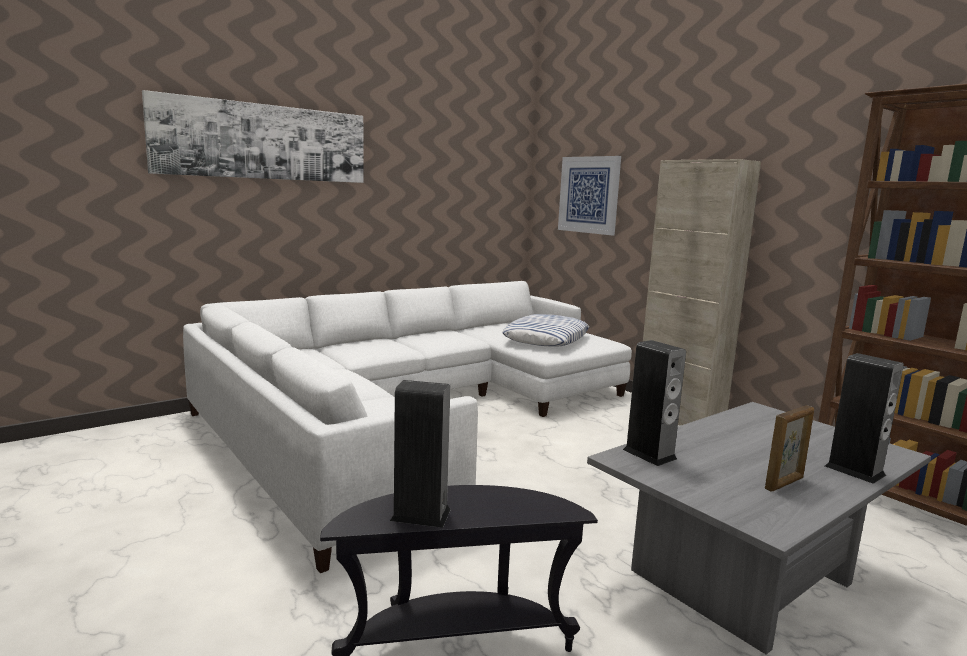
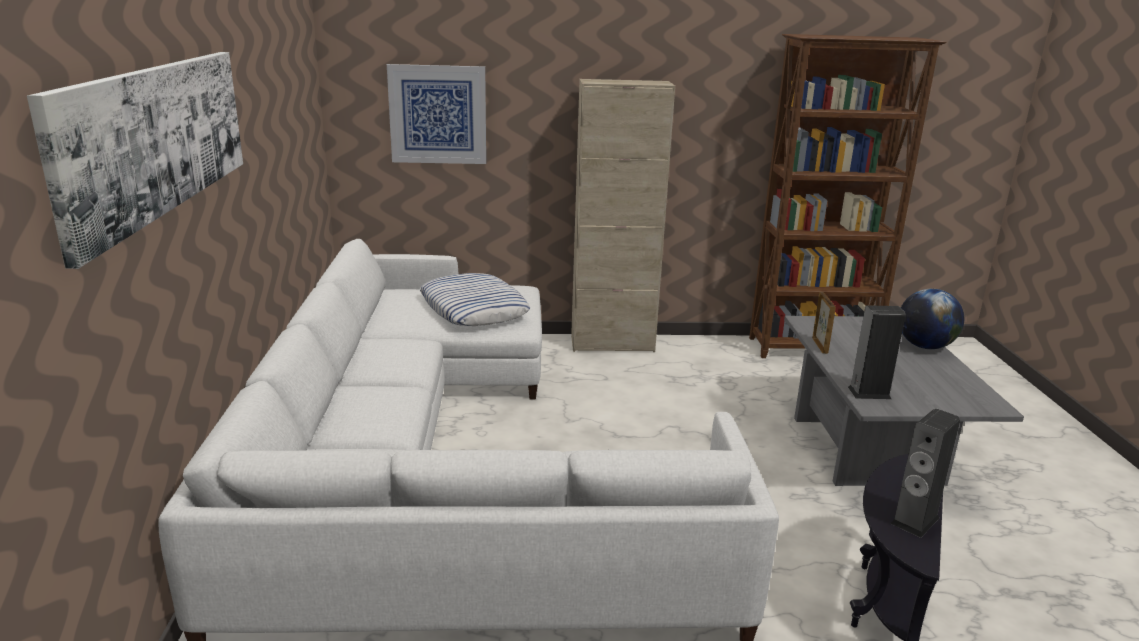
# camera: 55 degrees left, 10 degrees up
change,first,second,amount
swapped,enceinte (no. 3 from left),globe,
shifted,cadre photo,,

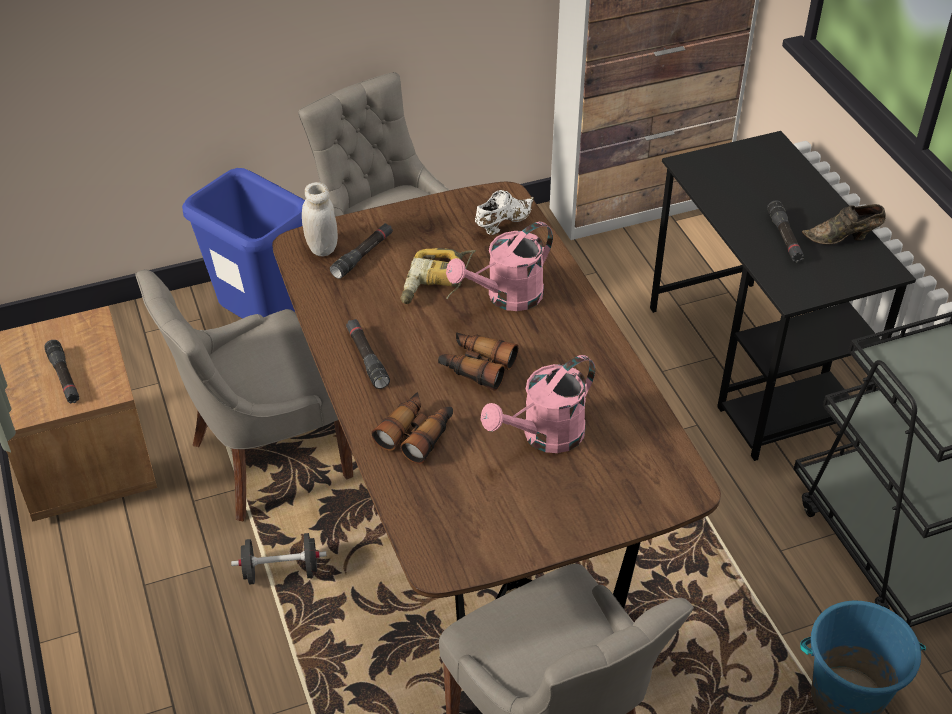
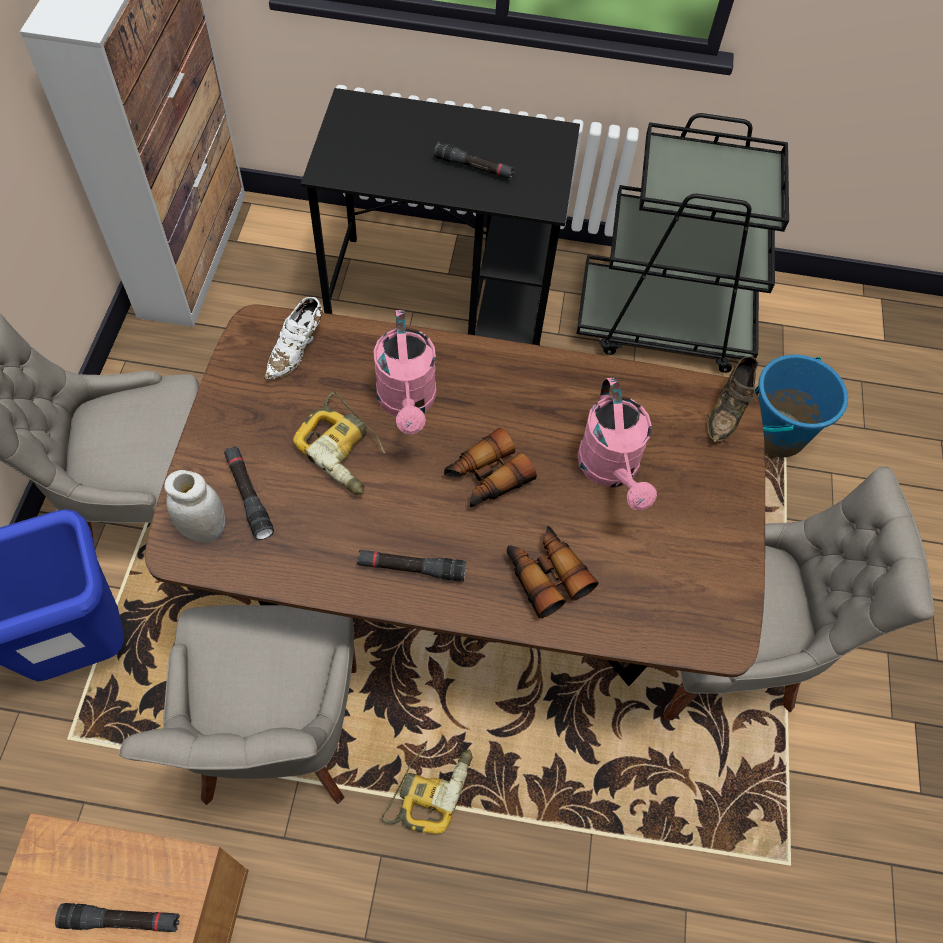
# camera: 65 degrees left, 15 degrees up
change,first,second,amount
rotated,chaussure (blanc),,135 degrees counterclockwise
shifted,chaussure (marron),,
swapped,haltère (noir),perceuse (no. 2 from left),

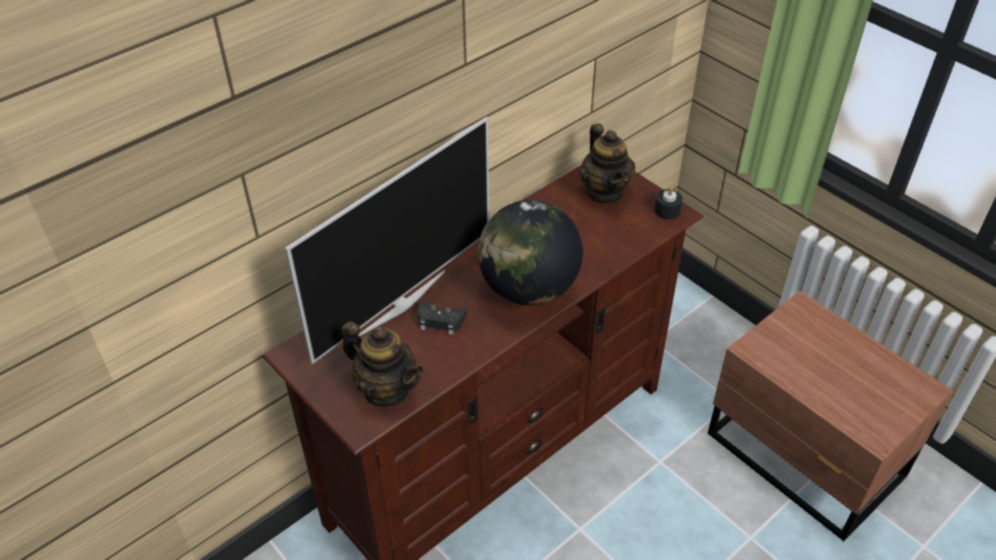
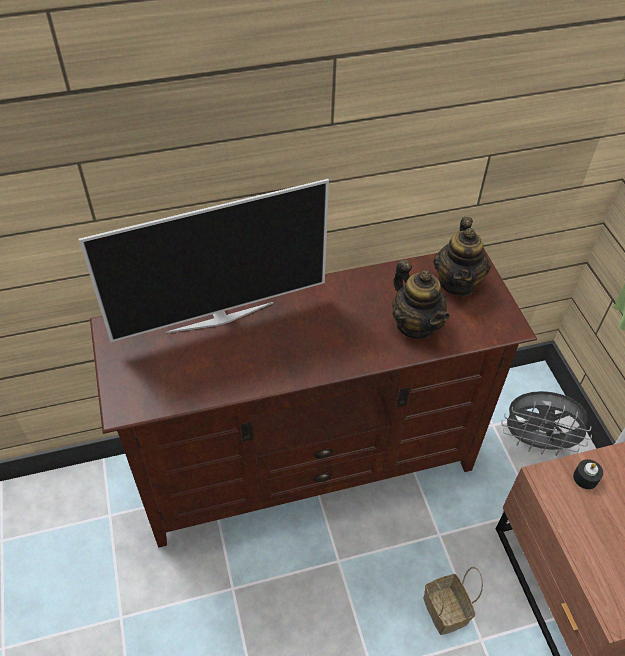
# camera: 25 degrees right, 5 degrees up
change,first,second,amount
shifted,bougie (noir),,
gone,globe,,
gone,manette (noir),,
shifted,théière (no. 1 from left),,
new,,ventilateur (gris),
new,,panier,

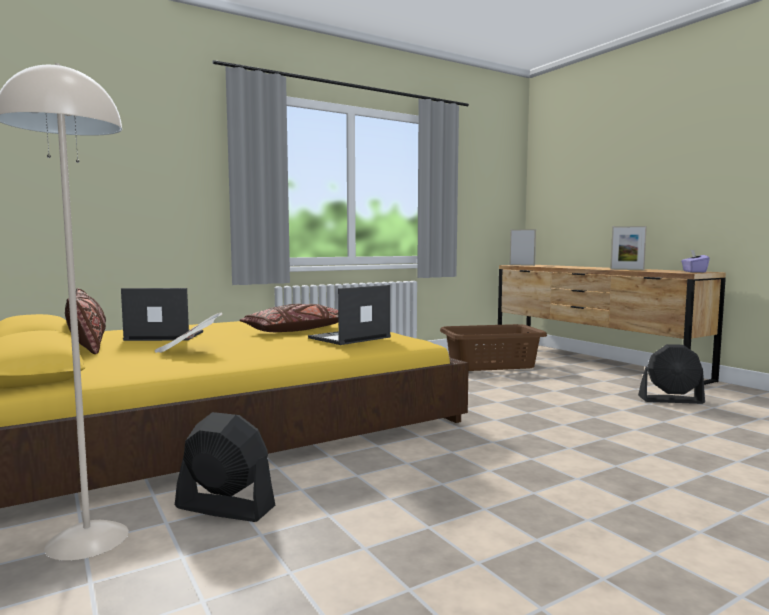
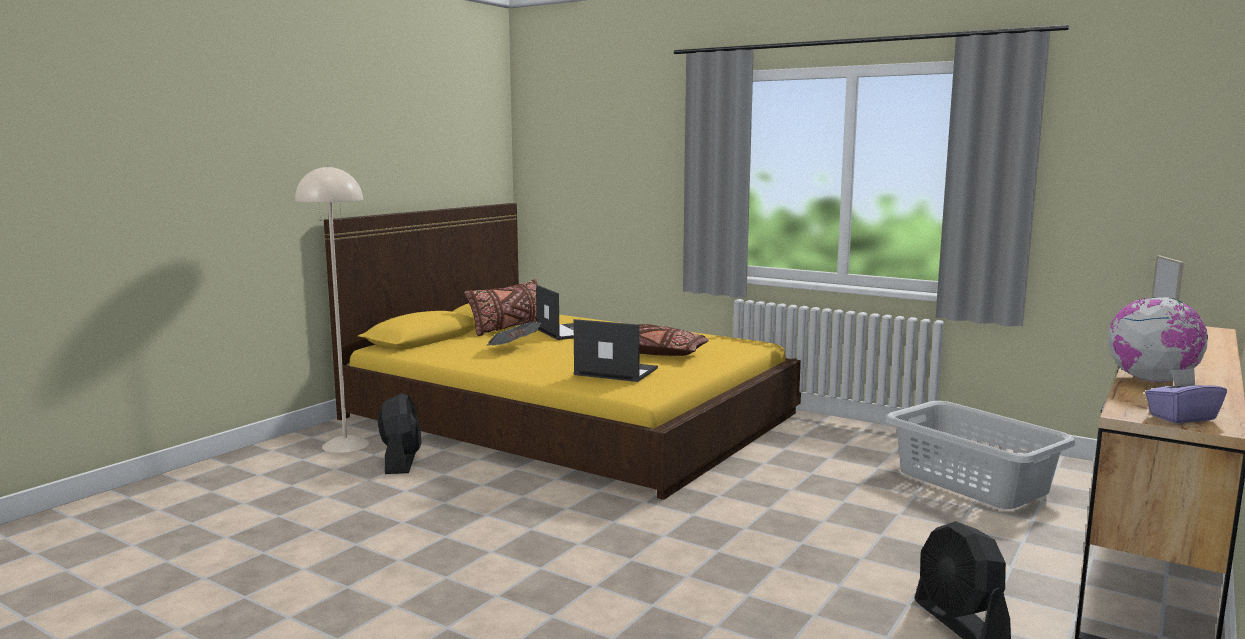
# camera: 65 degrees right, 5 degrees up
change,first,second,amount
swapped,cadre photo (no. 2 from left),globe,
repainted,panier à linge (marron),panier à linge (gris),

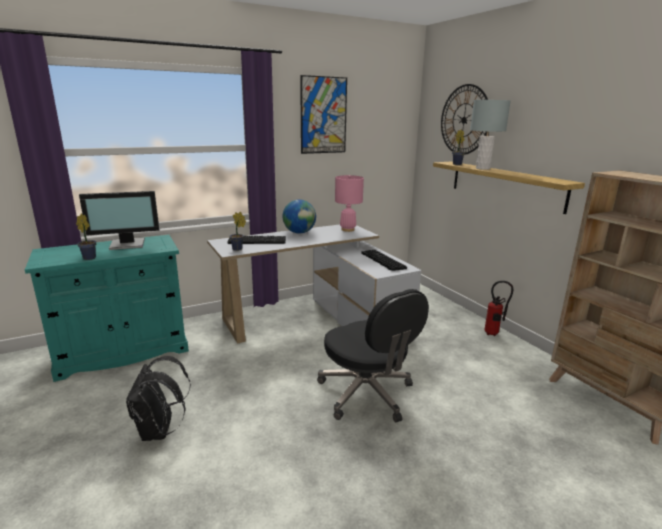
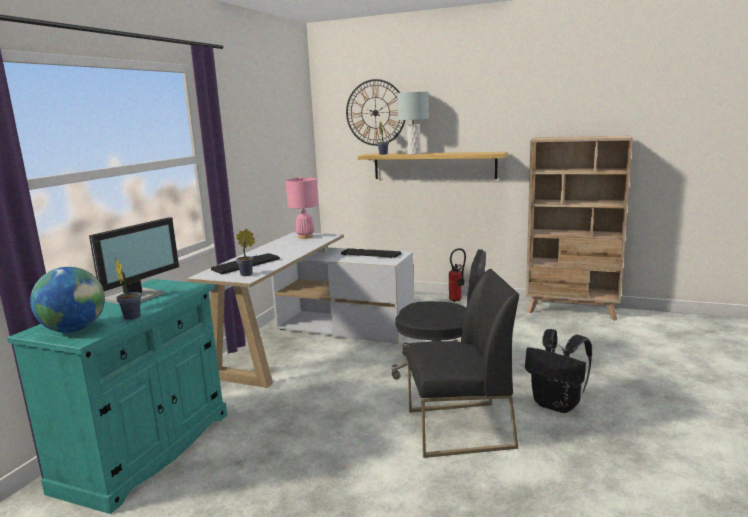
# camera: 40 degrees left, 5 degrees down
change,first,second,amount
gone,tableau,,
shifted,globe,,
shifted,sac à dos (noir),,
new,,chaise (noir),

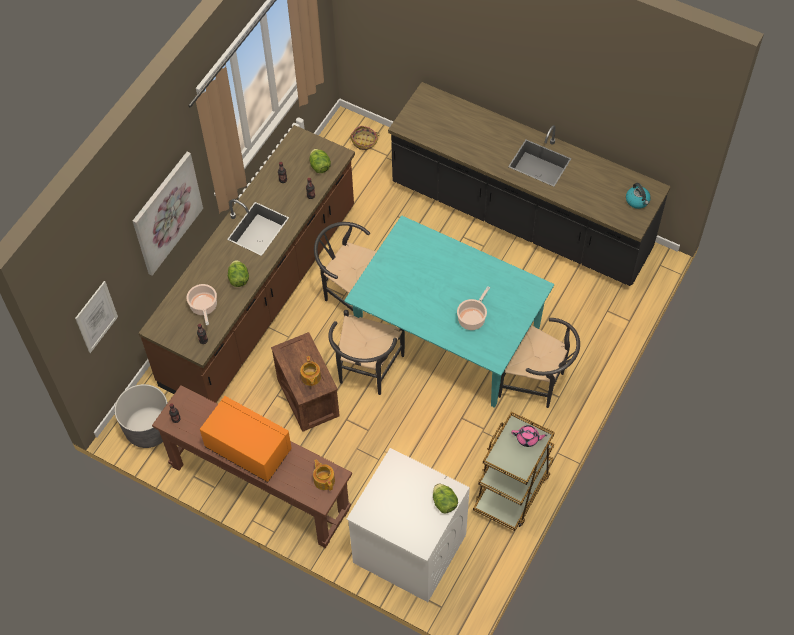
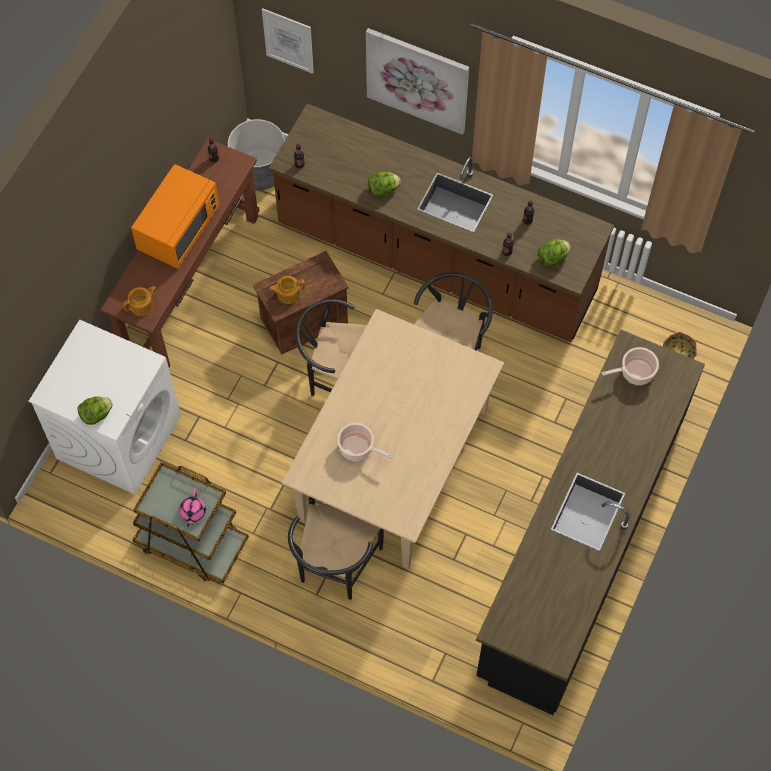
# camera: 85 degrees right, 5 degrees up
change,first,second,amount
gone,bouilloire,,
repainted,table à manger (turquoise),table à manger (beige),
shifted,marmite (no. 1 from left in the first image),marmite (no. 2 from left),

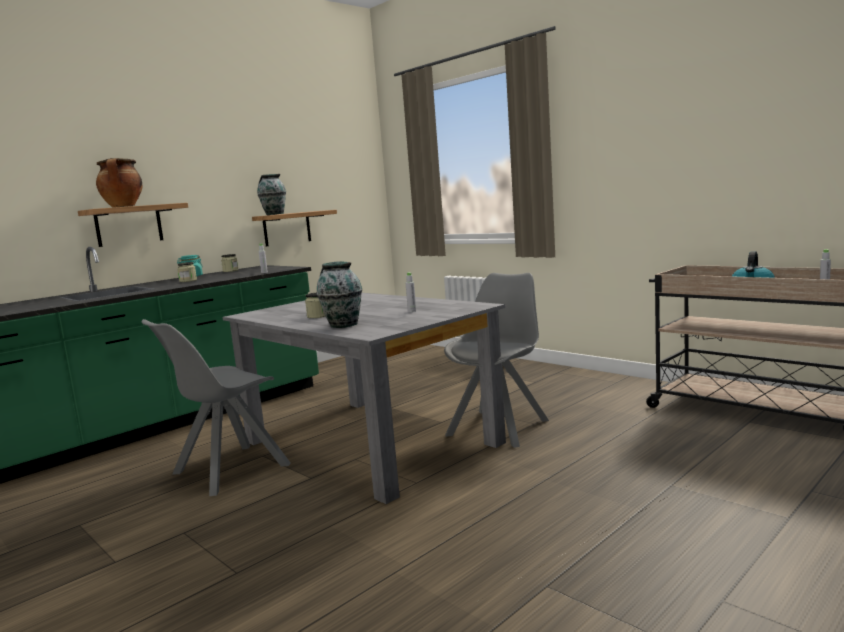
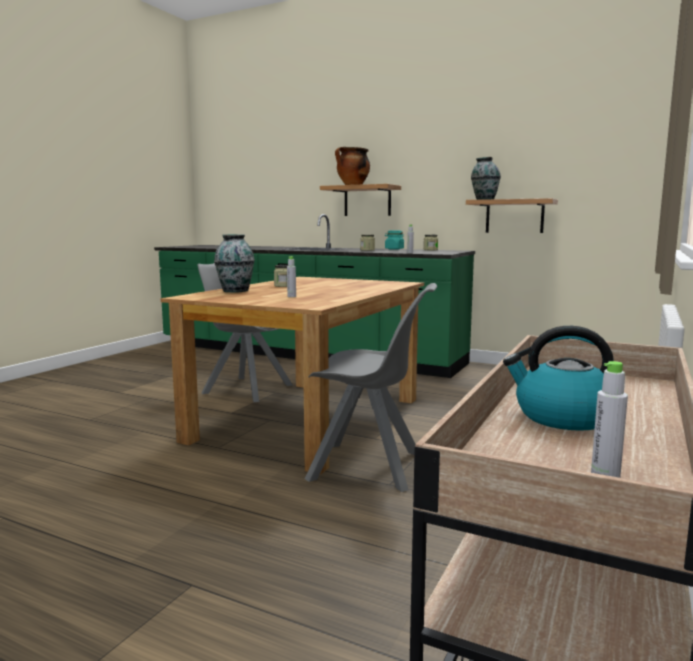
# camera: 70 degrees right, 0 degrees up
change,first,second,amount
repainted,table à manger (gris),table à manger (marron),

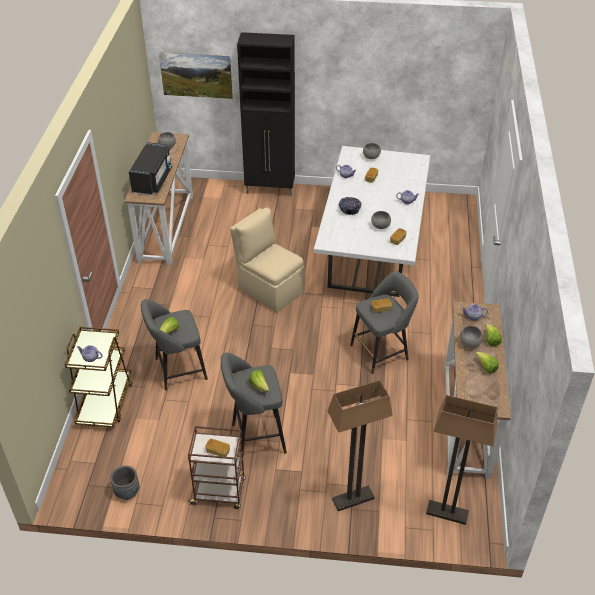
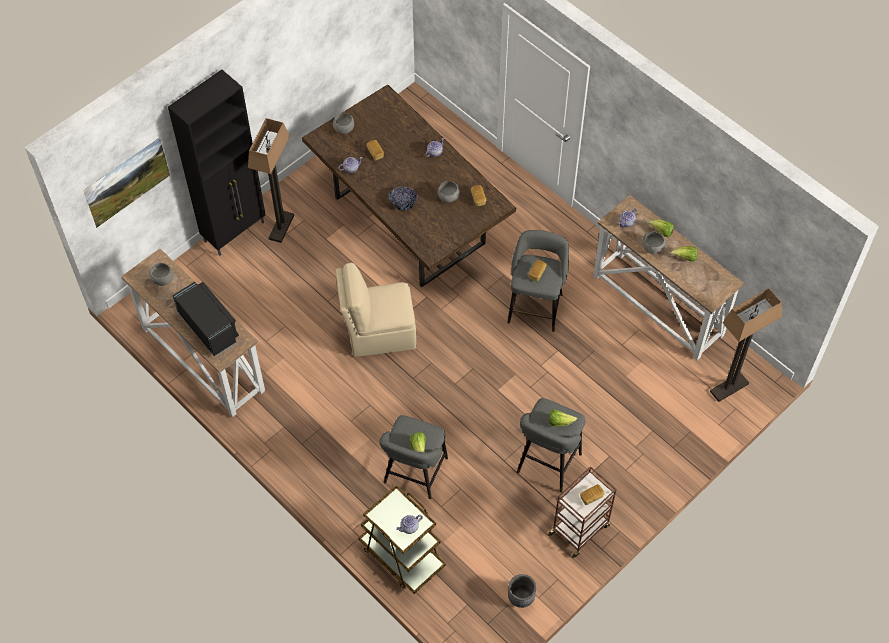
# camera: 50 degrees left, 15 degrees up
change,first,second,amount
repainted,table à manger (blanc),table à manger (marron),
shifted,lampadaire (no. 1 from left),,

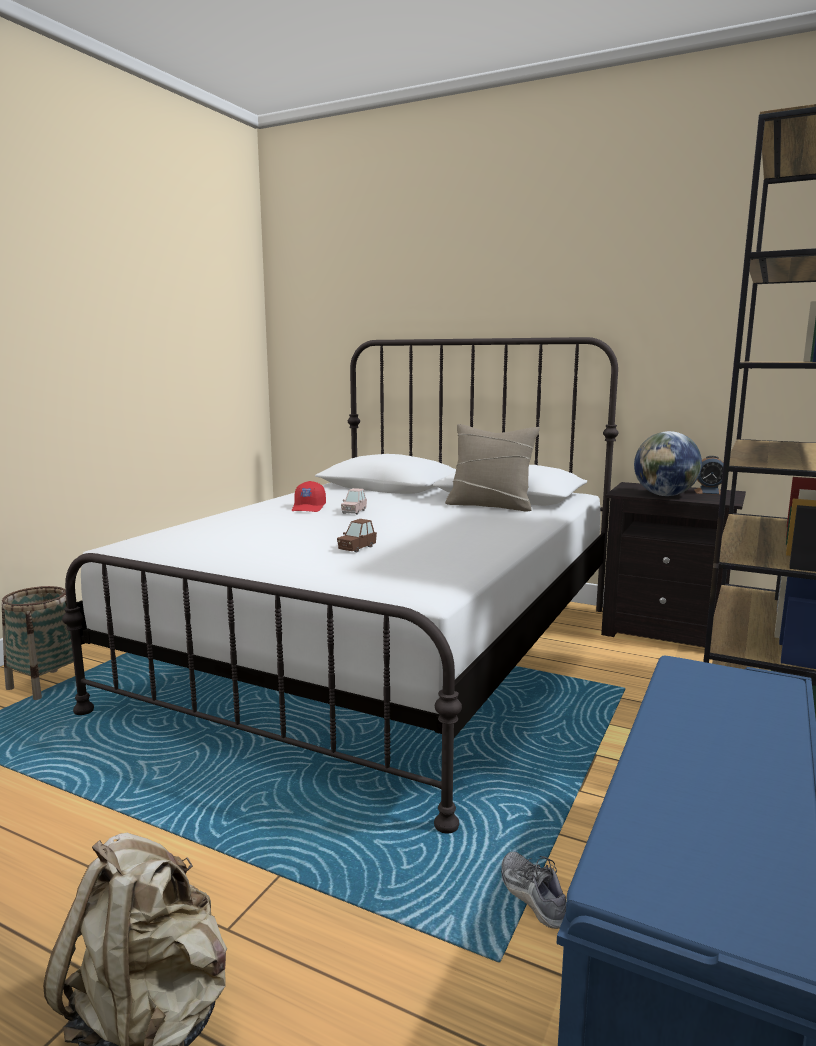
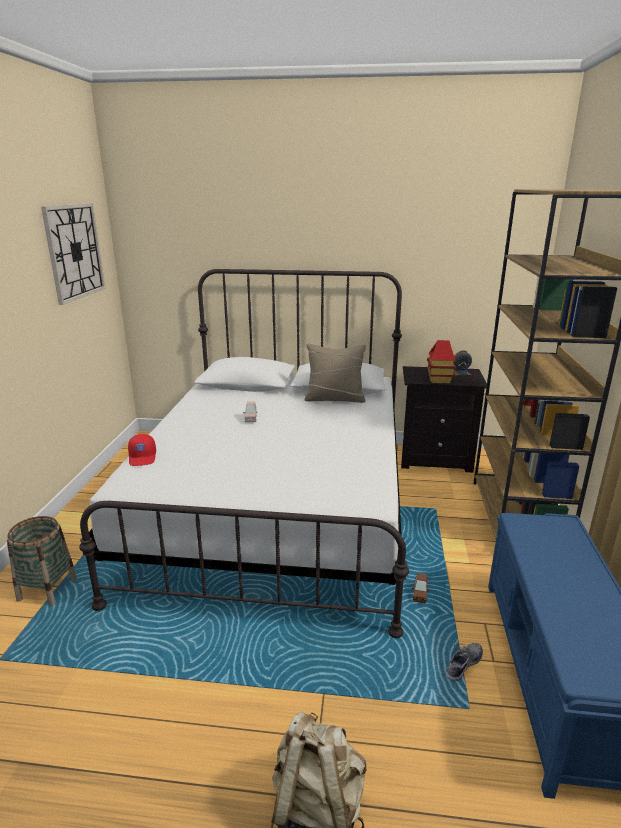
# camera: 20 degrees left, 10 degrees up
change,first,second,amount
swapped,globe,maison miniature,
shifted,casquette (rouge),,
shifted,petite voiture (marron),,
rotated,chaussure,,90 degrees clockwise
new,,horloge murale,

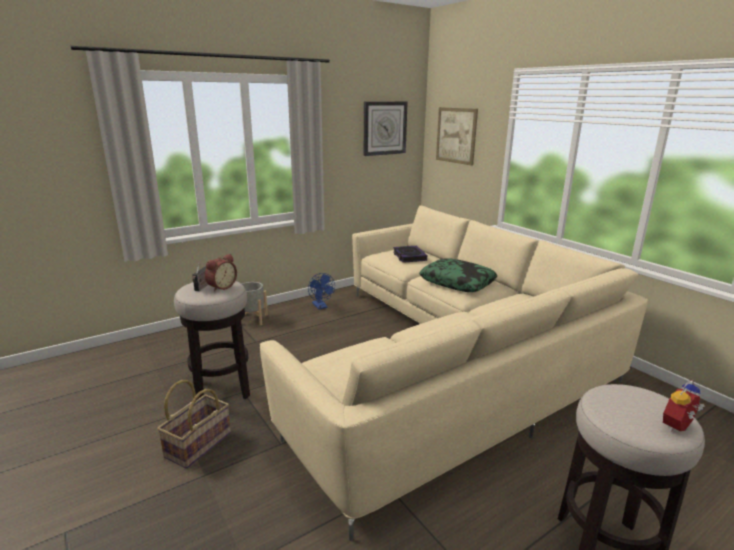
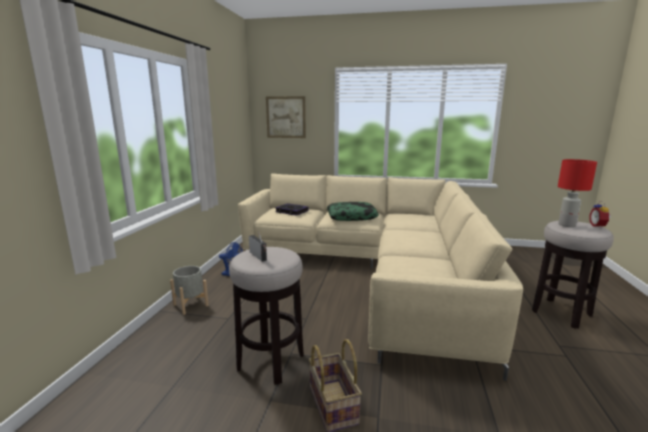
# camera: 45 degrees left, 5 degrees down
change,first,second,amount
gone,horloge murale,,
gone,réveil (no. 1 from left),,
new,,lampe de table (rouge),

